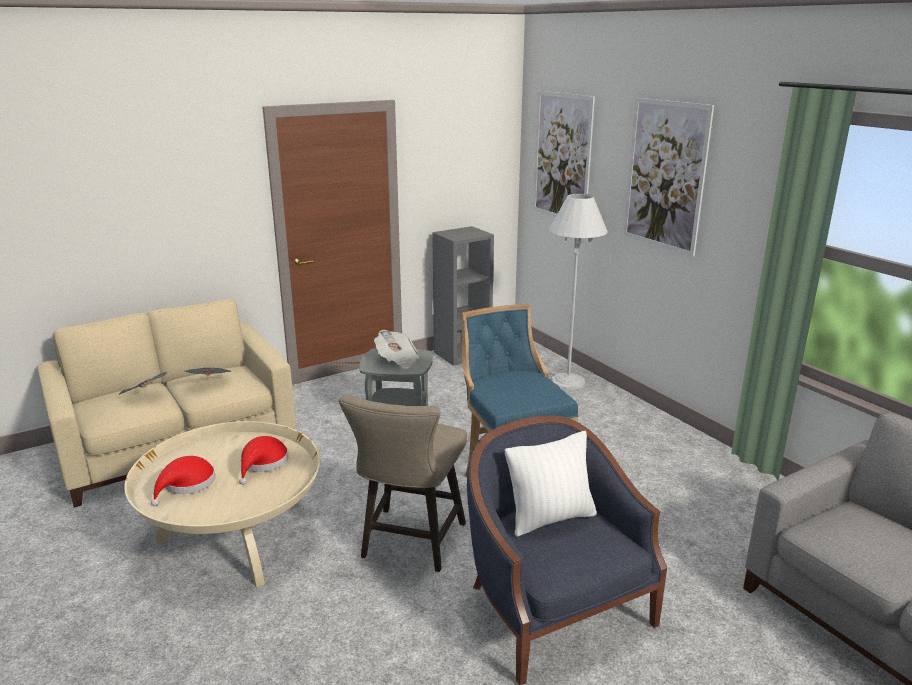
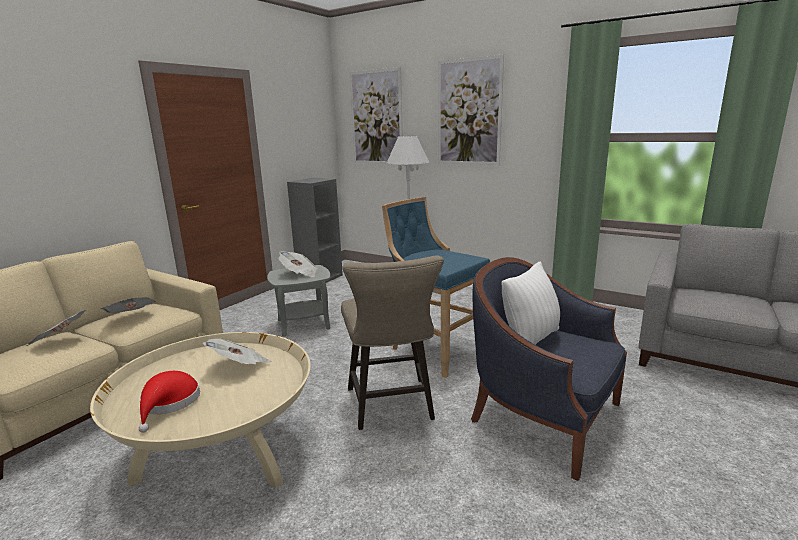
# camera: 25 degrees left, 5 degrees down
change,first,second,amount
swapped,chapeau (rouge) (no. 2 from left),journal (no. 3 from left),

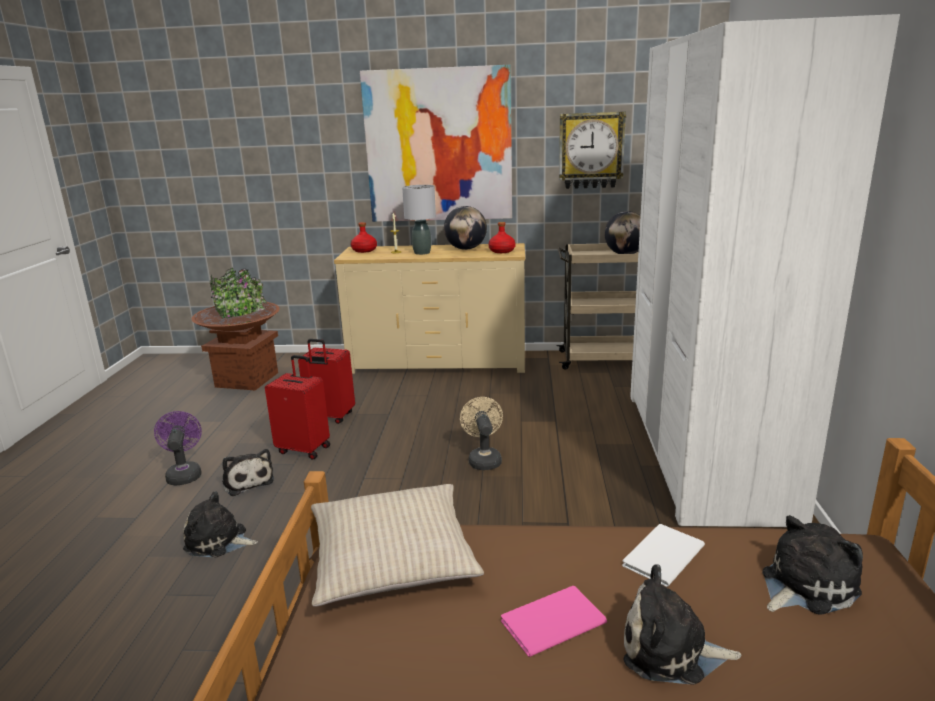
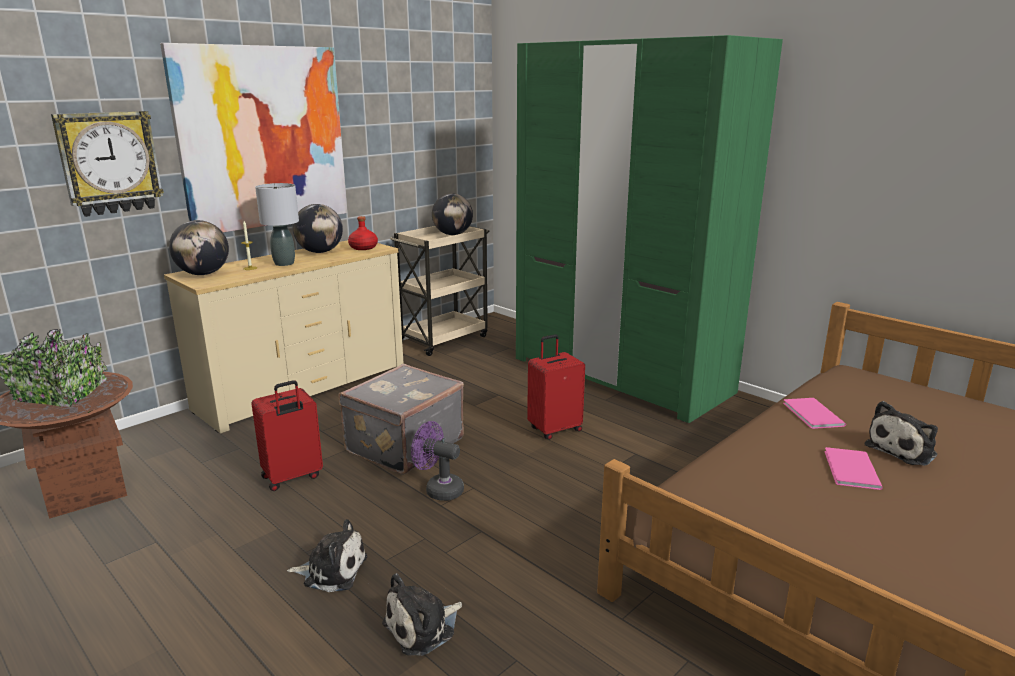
# camera: 50 degrees left, 0 degrees up
change,first,second,amount
repainted,armoire (blanc),armoire (vert),
shifted,horloge murale,,
swapped,bouteille (rouge) (no. 1 from left),globe (no. 1 from left),
shifted,valise (rouge) (no. 1 from left in the first image),valise (rouge) (no. 2 from left),
gone,ventilateur (beige),,
shifted,ventilateur (violet),,
gone,coussin (beige),,
gone,peluche (no. 4 from left),,
repainted,livre (blanc),livre (rose) (no. 1 from left),
new,,valise (gris),

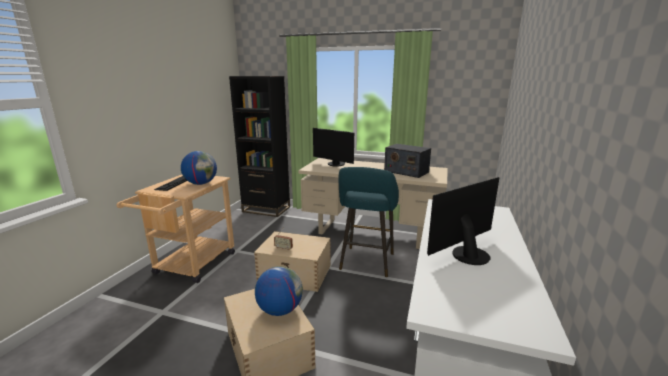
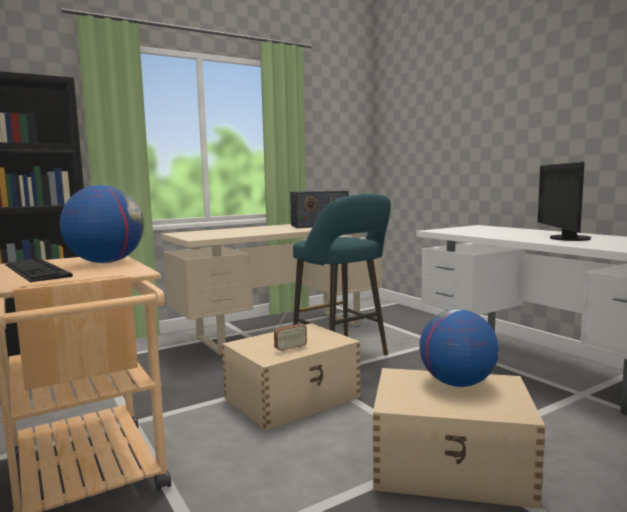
# camera: 50 degrees left, 10 degrees down
change,first,second,amount
gone,écran d'ordinateur (no. 1 from left),,

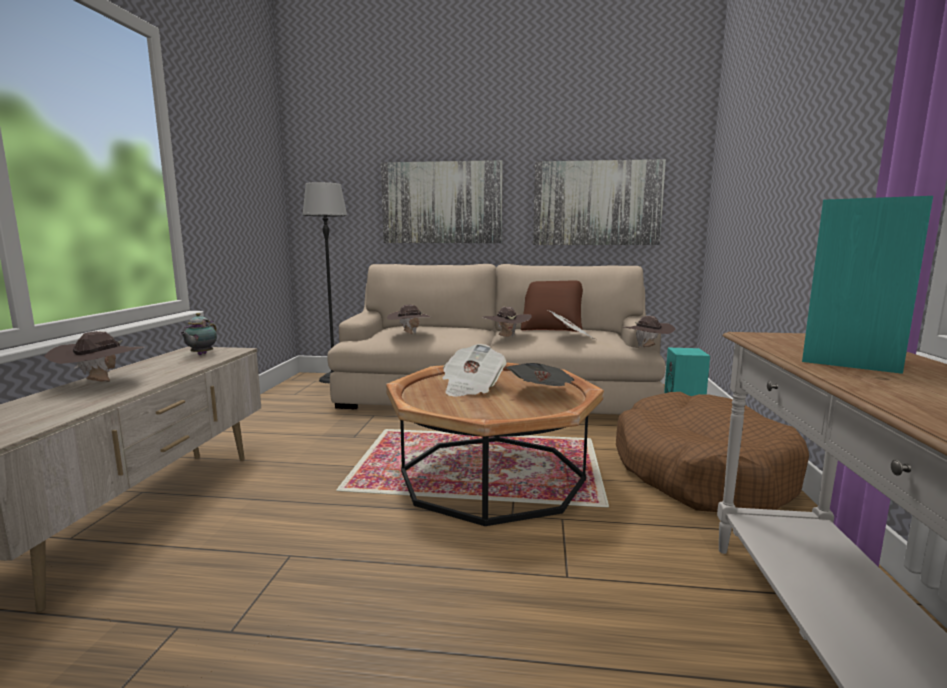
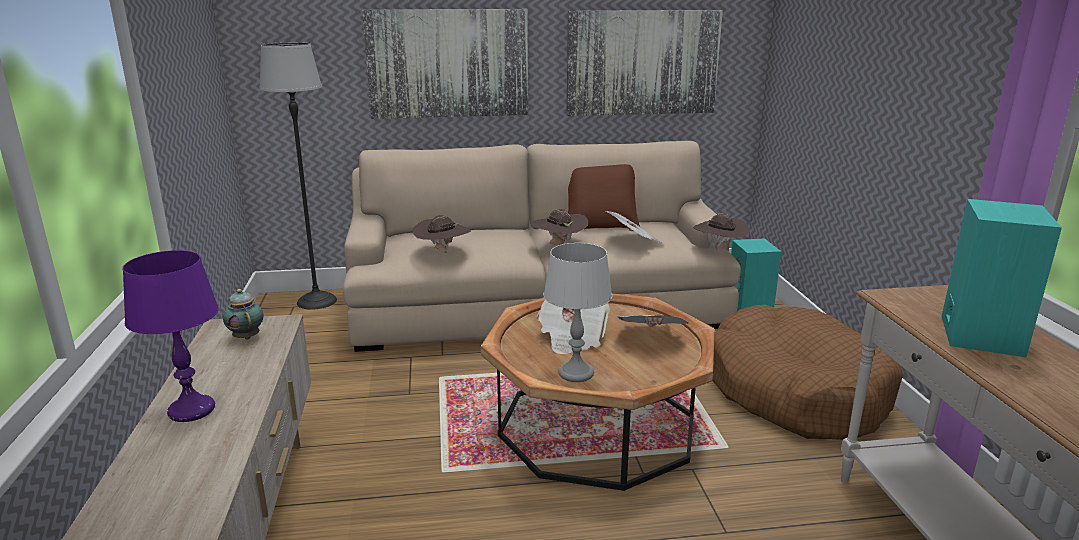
# camera: 15 degrees left, 10 degrees up
change,first,second,amount
rotated,théière,,150 degrees clockwise
swapped,chapeau (marron) (no. 1 from left),lampe de table (violet),
new,,lampe de table (gris),

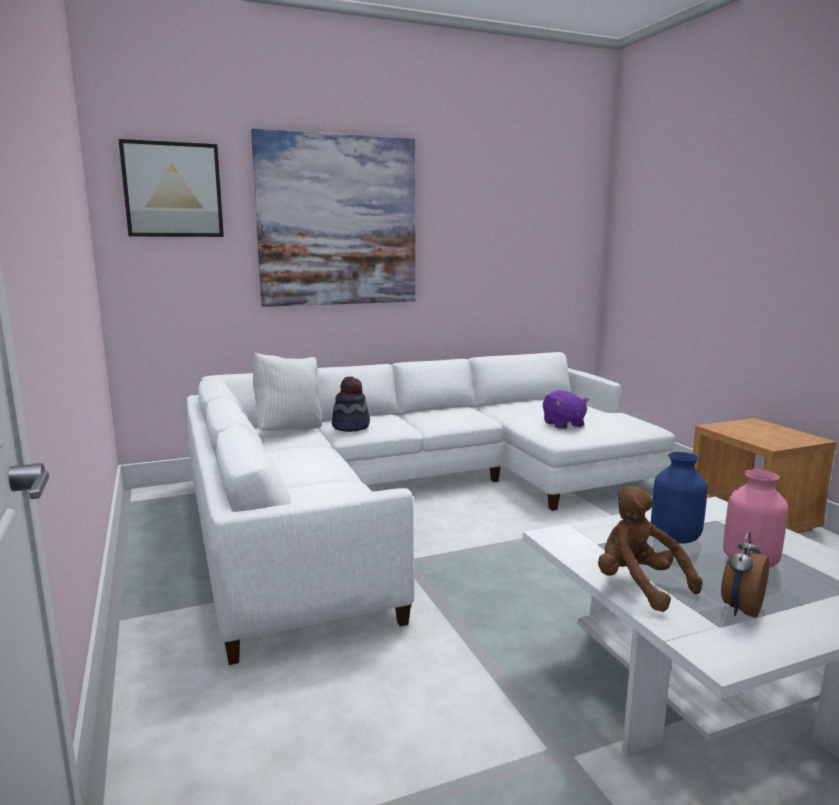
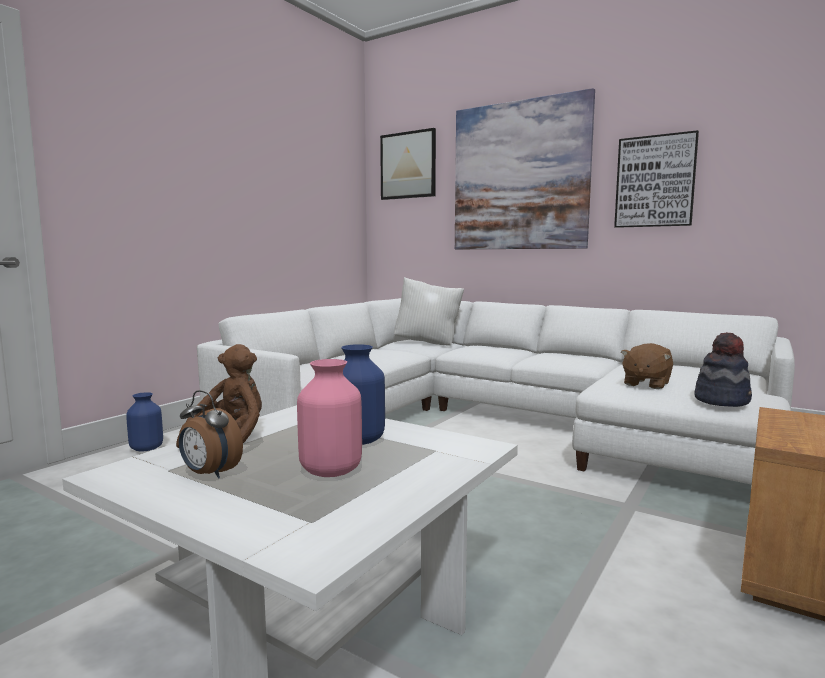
# camera: 55 degrees right, 5 degrees down
change,first,second,amount
shifted,chapeau,,
repainted,peluche (violet),peluche (marron) (no. 2 from left),
rotated,réveil,,150 degrees counterclockwise
new,,tableau (no. 3 from left),
new,,vase (bleu) (no. 1 from left),

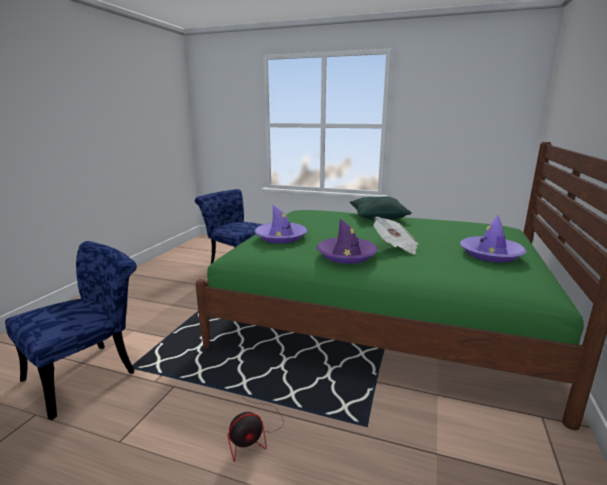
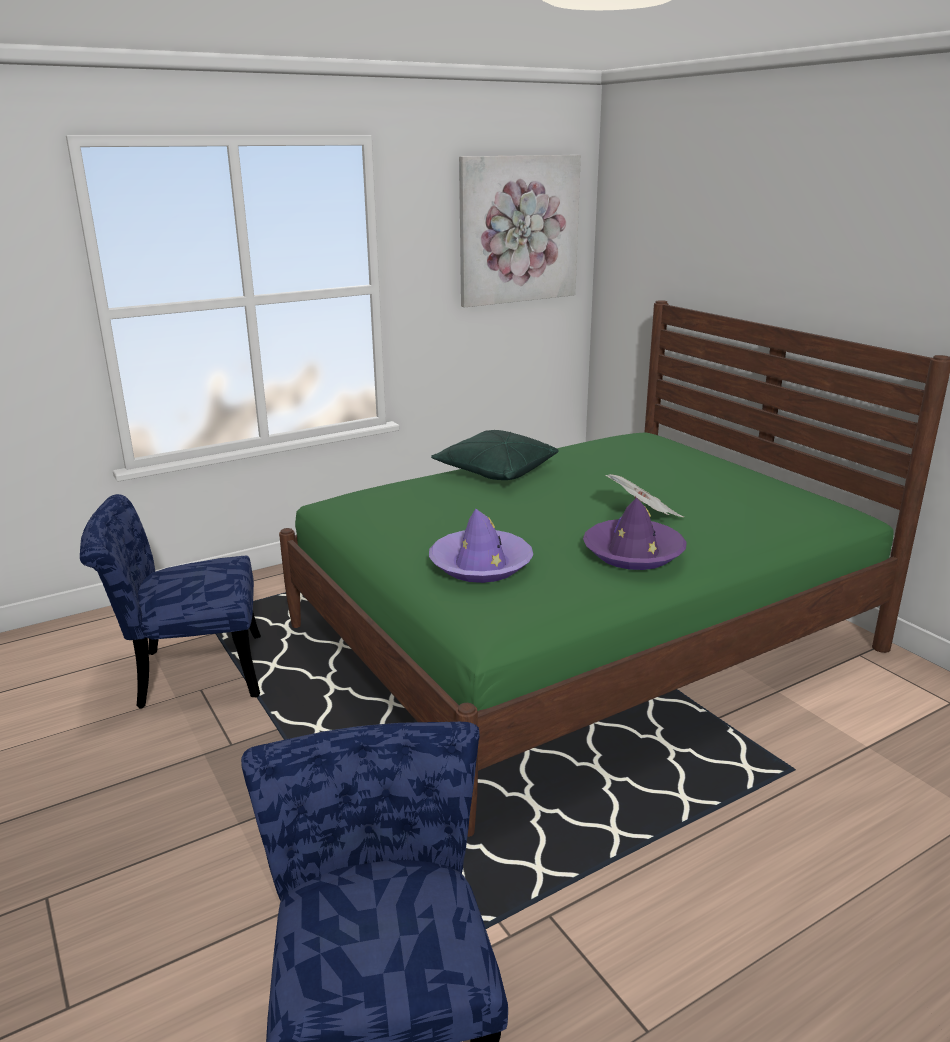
# camera: 50 degrees left, 5 degrees up
change,first,second,amount
gone,chapeau (violet) (no. 3 from left),,
gone,ventilateur,,
new,,tableau,

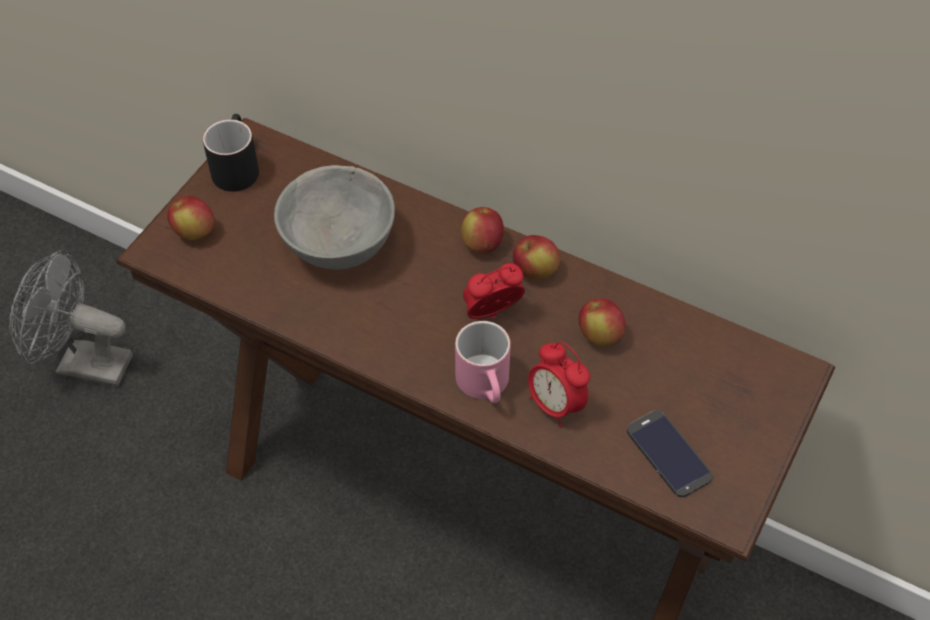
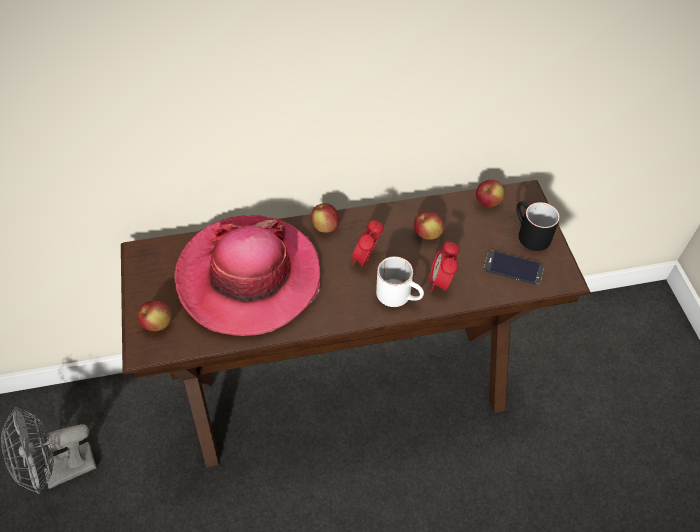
# camera: 40 degrees left, 0 degrees up
change,first,second,amount
shifted,mug (noir),,
swapped,bol (gris),chapeau,
shifted,pomme (no. 3 from left in the first image),pomme (no. 4 from left),
repainted,mug (rose),mug (blanc),
rotated,réveil (no. 2 from left),,90 degrees clockwise

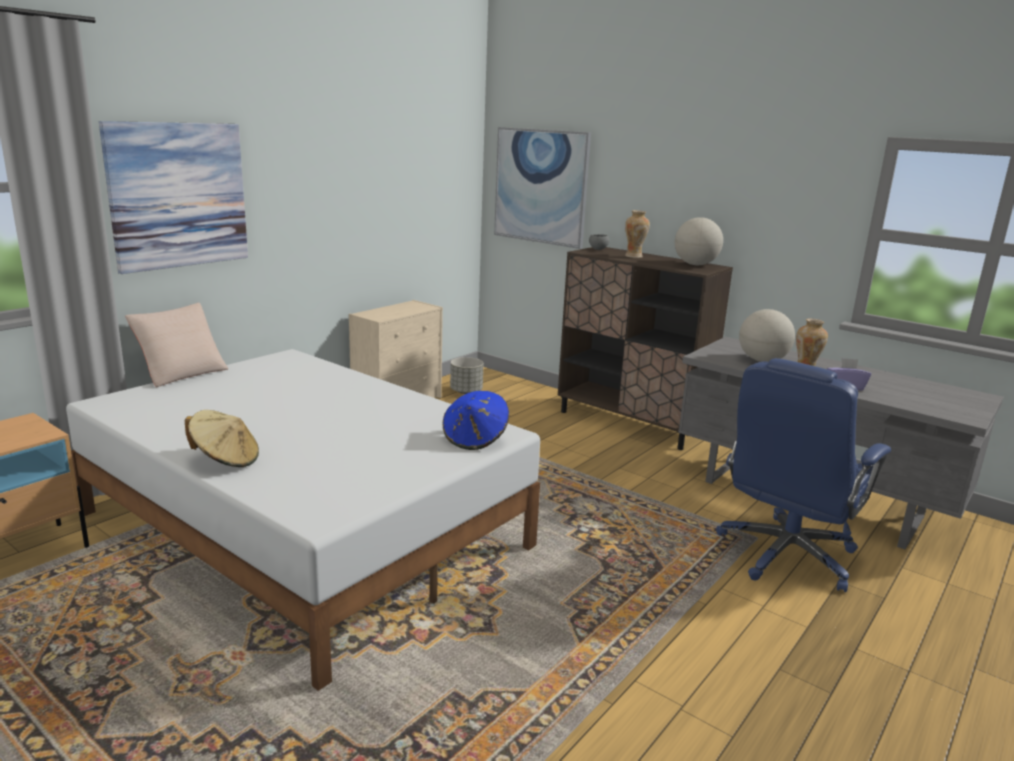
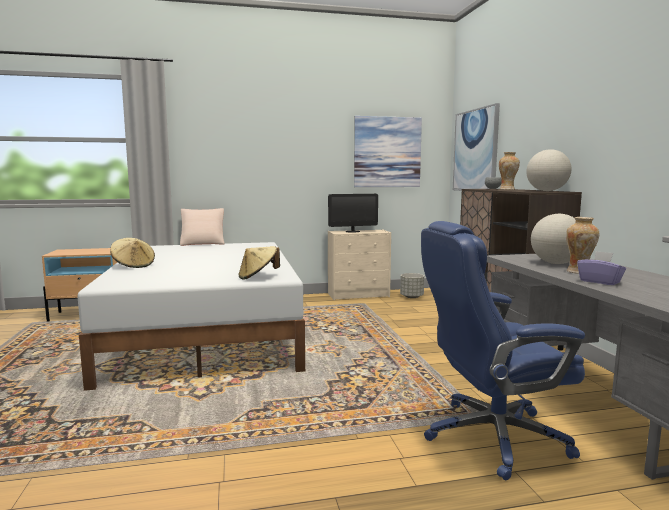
# camera: 40 degrees right, 10 degrees down
change,first,second,amount
shifted,tableau (no. 1 from left),,
repainted,chapeau (bleu),chapeau (beige) (no. 2 from left),
new,,écran d'ordinateur,

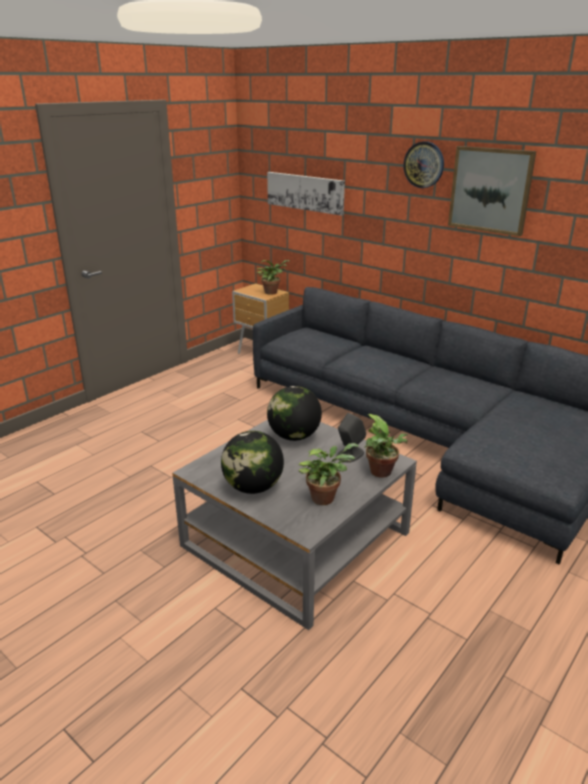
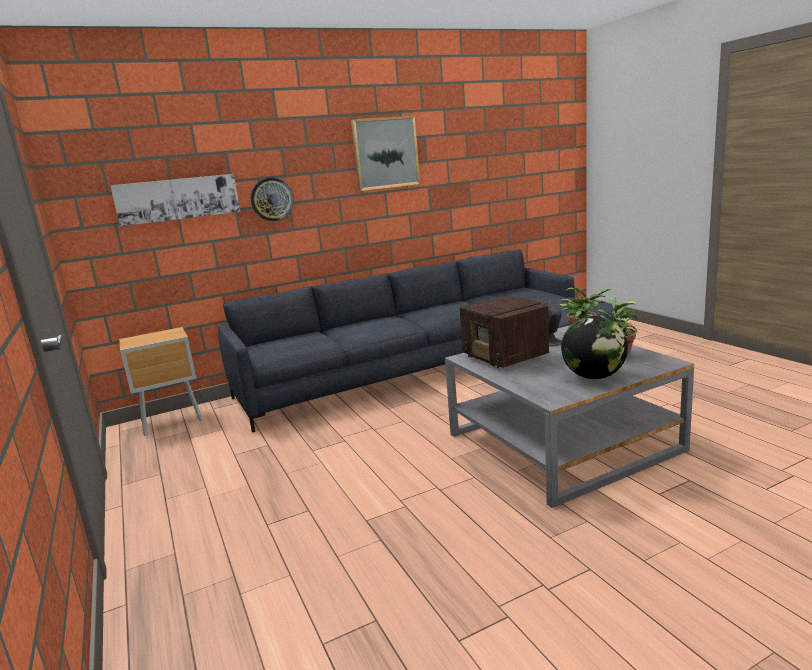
# camera: 65 degrees left, 10 degrees down
change,first,second,amount
shifted,horloge murale,,
gone,plante en pot (no. 1 from left),,
swapped,globe (no. 2 from left),radio,

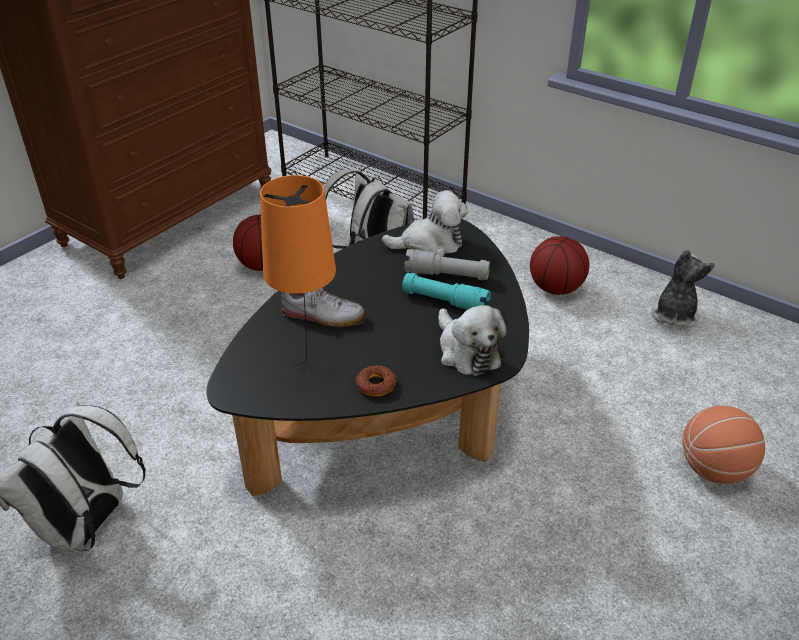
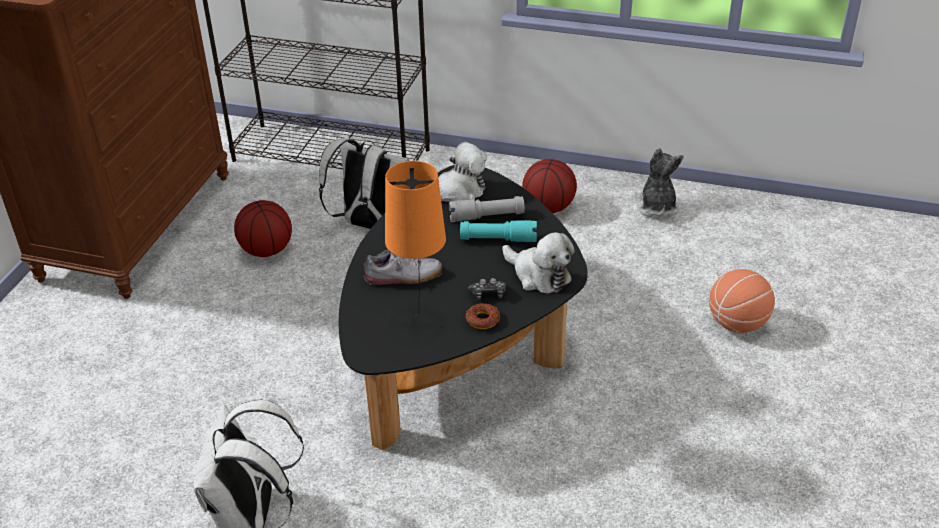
# camera: 20 degrees left, 0 degrees up
change,first,second,amount
new,,manette,

